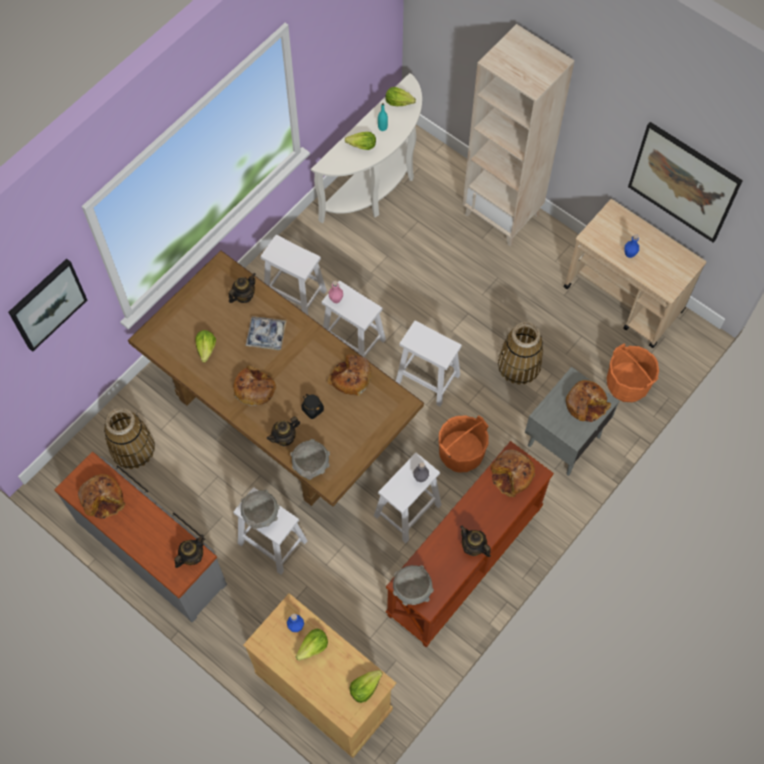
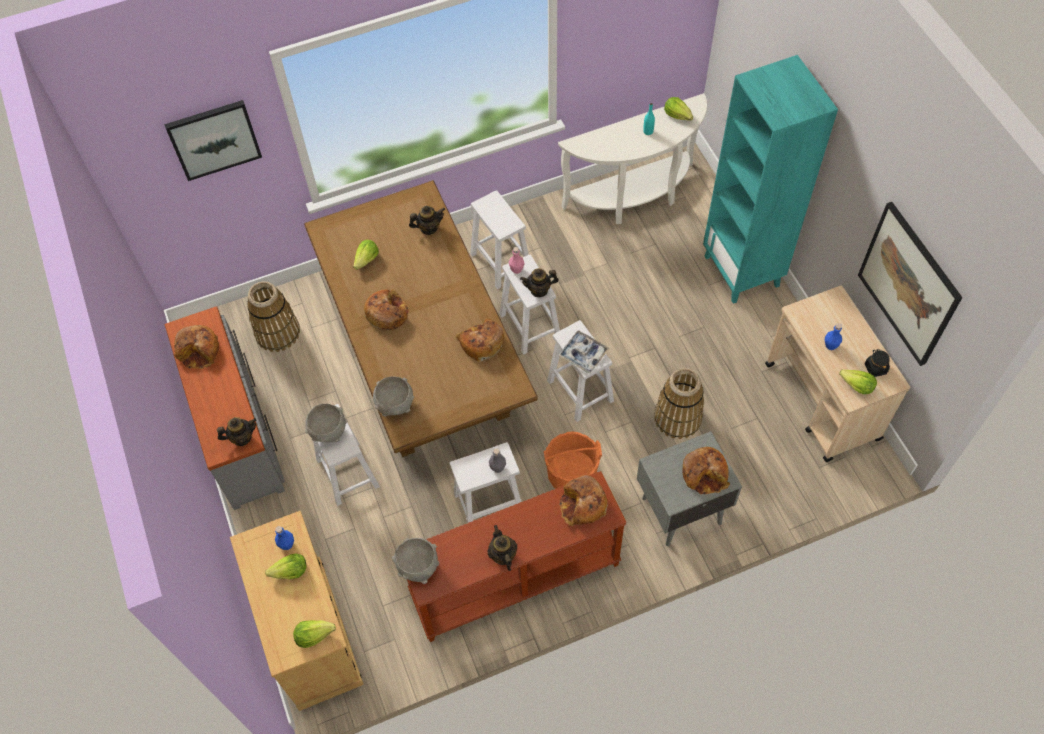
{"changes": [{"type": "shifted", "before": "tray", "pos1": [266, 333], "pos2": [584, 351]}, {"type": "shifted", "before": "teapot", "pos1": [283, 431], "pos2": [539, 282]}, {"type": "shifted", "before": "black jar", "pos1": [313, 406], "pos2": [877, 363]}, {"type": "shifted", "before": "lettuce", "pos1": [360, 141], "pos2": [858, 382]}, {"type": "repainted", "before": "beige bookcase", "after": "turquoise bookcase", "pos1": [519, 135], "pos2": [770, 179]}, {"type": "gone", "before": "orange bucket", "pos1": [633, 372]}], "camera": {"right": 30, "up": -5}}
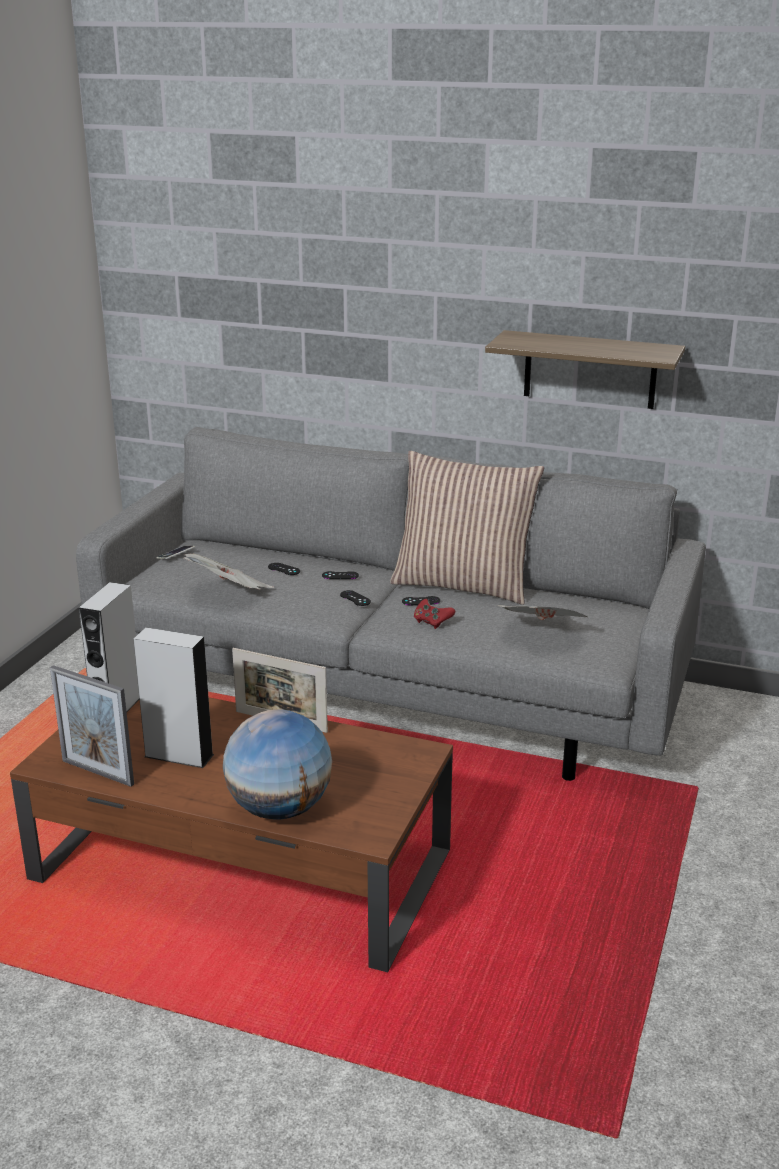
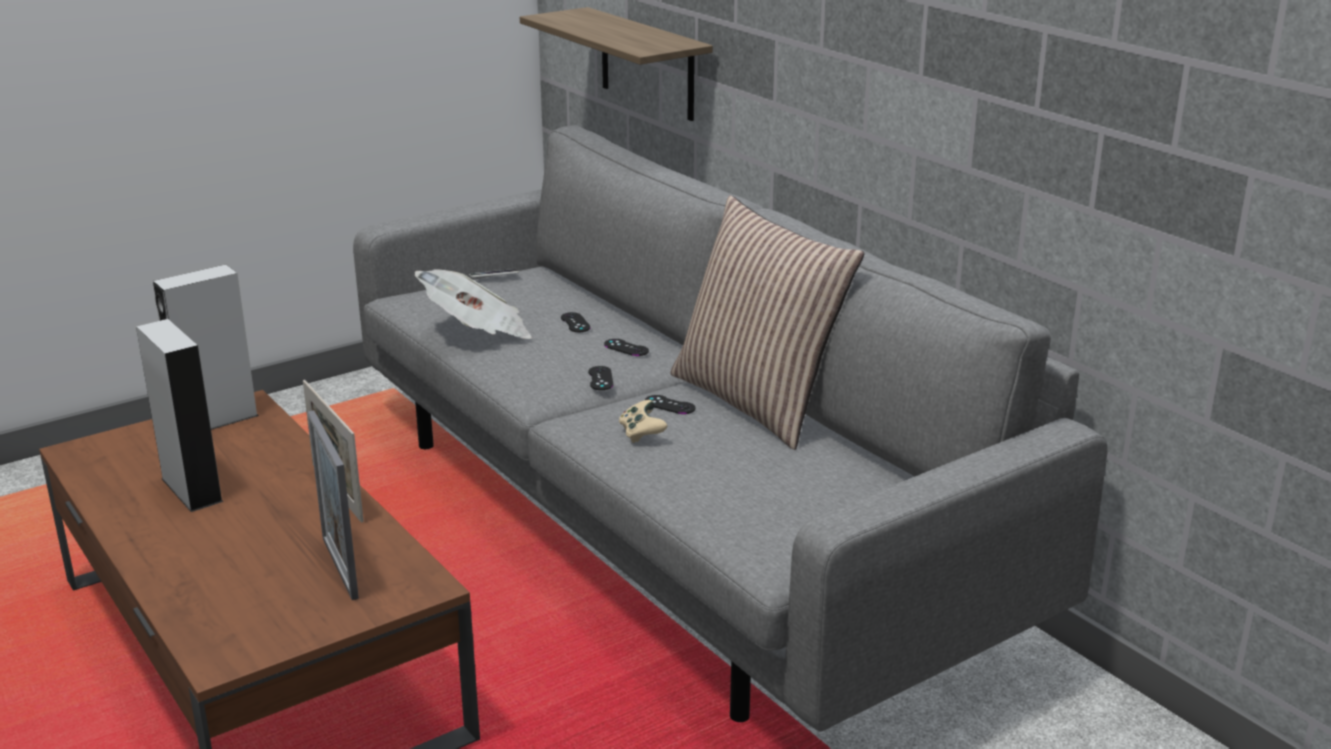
{"changes": [{"type": "shifted", "before": "picture frame", "pos1": [92, 726], "pos2": [333, 505]}, {"type": "gone", "before": "globe", "pos1": [277, 764]}, {"type": "repainted", "before": "red game controller", "after": "beige game controller", "pos1": [434, 614], "pos2": [643, 421]}, {"type": "shifted", "before": "shelf", "pos1": [585, 369], "pos2": [616, 64]}, {"type": "gone", "before": "newspaper", "pos1": [543, 612]}], "camera": {"right": 35, "up": 0}}
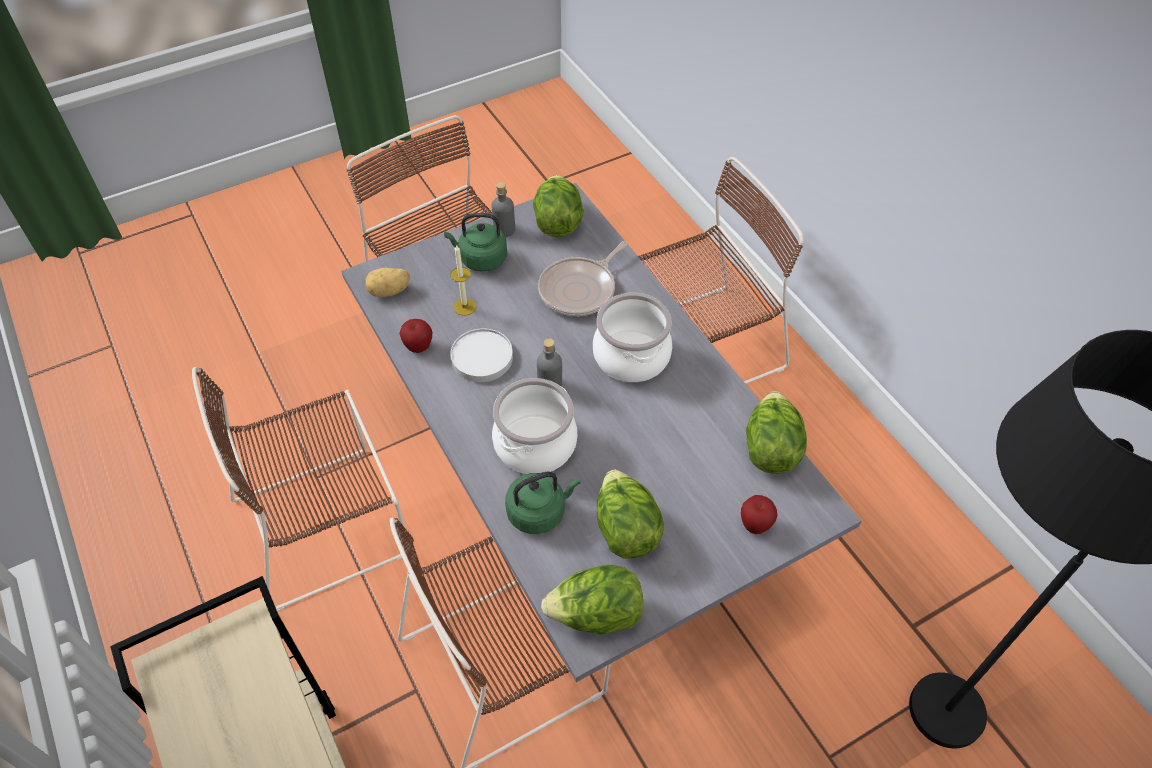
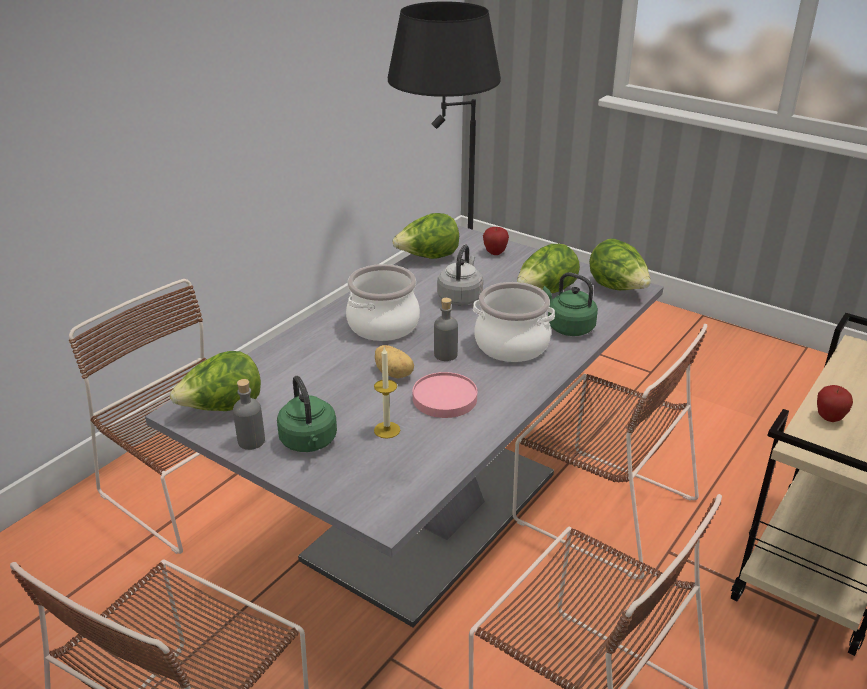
{"changes": [{"type": "shifted", "before": "potato", "pos1": [388, 282], "pos2": [394, 361]}, {"type": "shifted", "before": "apple", "pos1": [415, 336], "pos2": [835, 403]}, {"type": "repainted", "before": "white plate", "after": "pink plate", "pos1": [481, 355], "pos2": [445, 395]}, {"type": "gone", "before": "frying pan", "pos1": [583, 278]}, {"type": "new", "after": "grey kettle", "pos2": [460, 275]}], "camera": {"right": -115, "up": -20}}
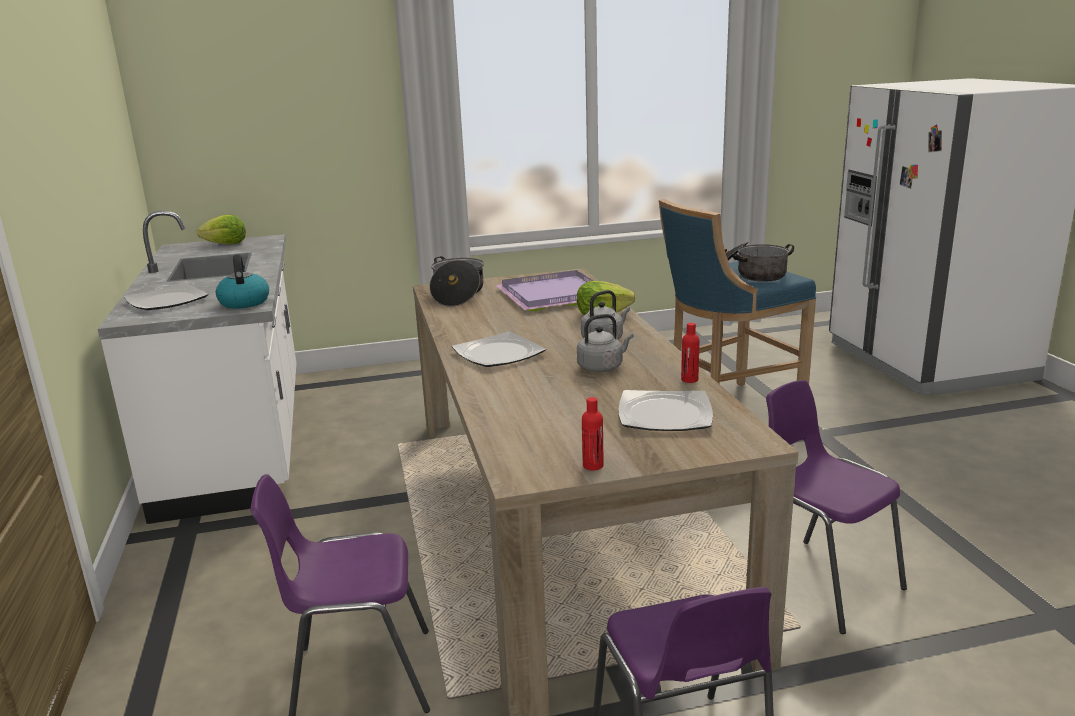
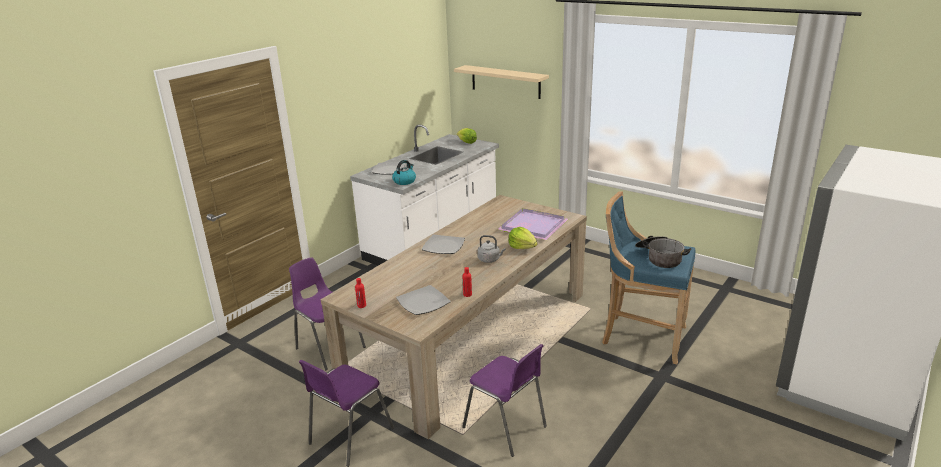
{"changes": [{"type": "gone", "before": "cooking pot", "pos1": [456, 281]}, {"type": "gone", "before": "grey kettle", "pos1": [605, 343]}, {"type": "rotated", "before": "purple chair", "pos1": [826, 507], "pos2": [504, 400], "turn": 120}, {"type": "new", "after": "beige shelf", "pos2": [501, 82]}], "camera": {"right": 50, "up": 5}}
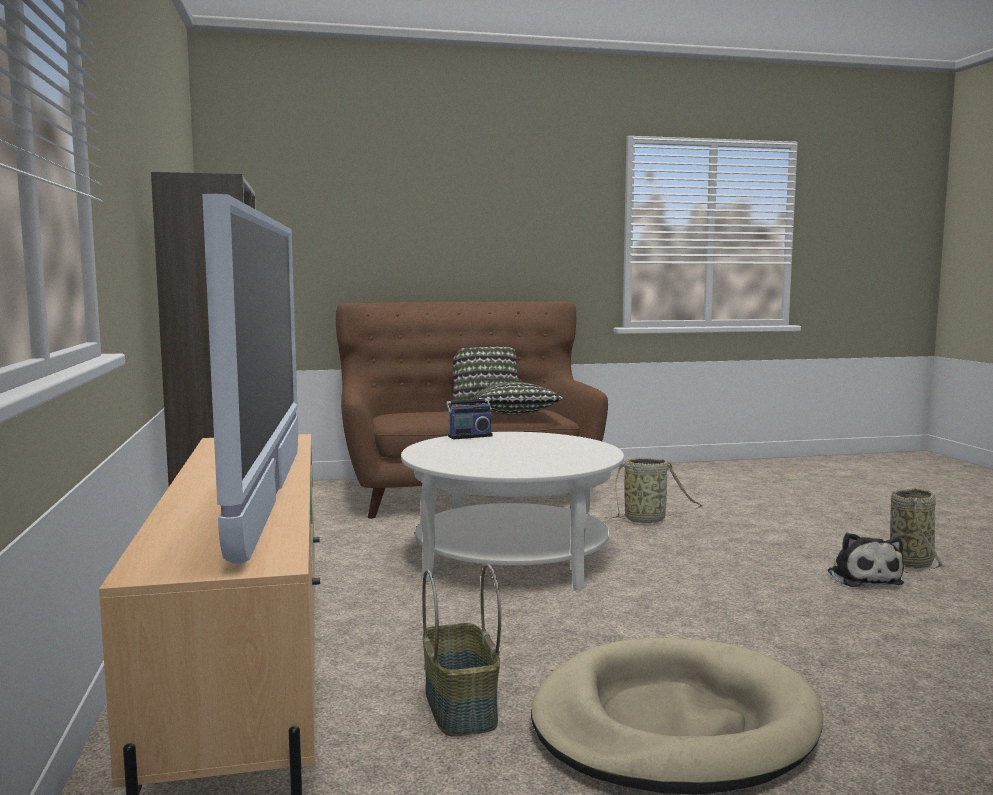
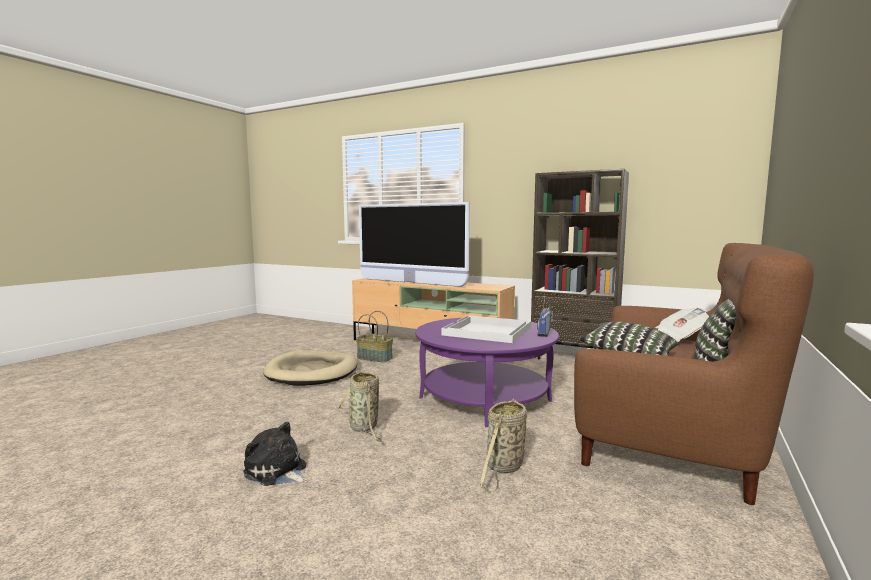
{"changes": [{"type": "repainted", "before": "white coffee table", "after": "purple coffee table", "pos1": [512, 511], "pos2": [487, 372]}, {"type": "shifted", "before": "basket", "pos1": [917, 530], "pos2": [359, 406]}, {"type": "new", "after": "white tray", "pos2": [486, 329]}, {"type": "new", "after": "newspaper", "pos2": [682, 325]}], "camera": {"right": 130, "up": 0}}
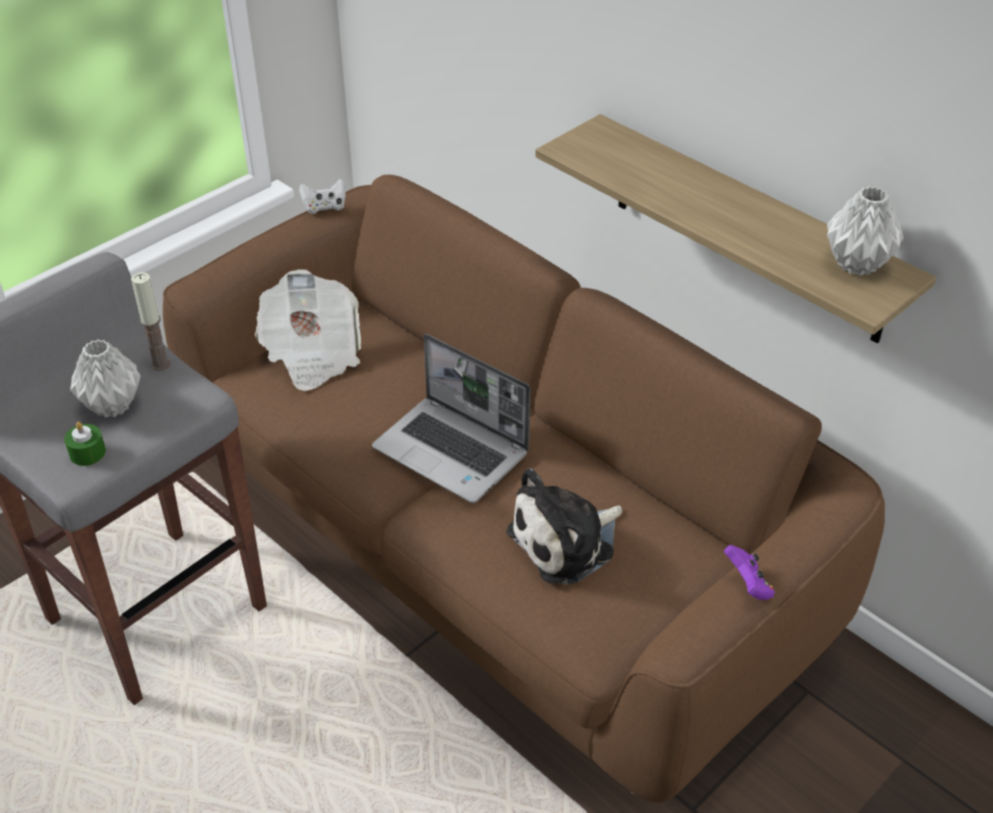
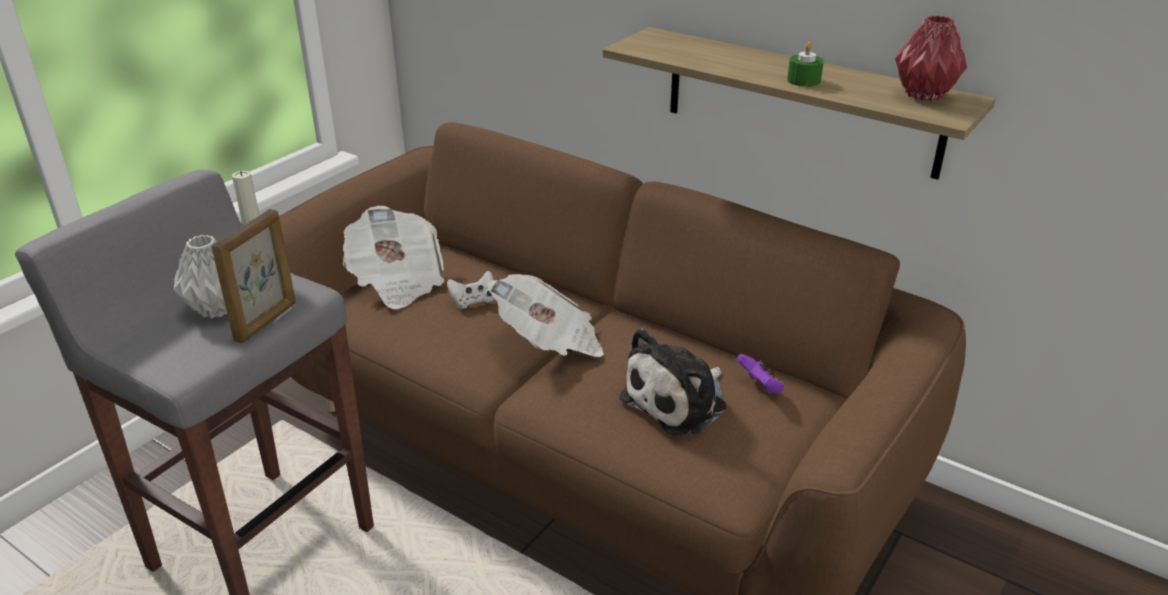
{"changes": [{"type": "shifted", "before": "green candle", "pos1": [85, 444], "pos2": [805, 64]}, {"type": "shifted", "before": "white game controller", "pos1": [322, 196], "pos2": [470, 290]}, {"type": "swapped", "before": "laptop", "after": "newspaper", "pos1": [451, 418], "pos2": [546, 315]}, {"type": "shifted", "before": "purple game controller", "pos1": [749, 572], "pos2": [760, 374]}, {"type": "repainted", "before": "grey vase", "after": "red vase", "pos1": [865, 231], "pos2": [931, 58]}, {"type": "new", "after": "picture frame", "pos2": [254, 276]}], "camera": {"right": -10, "up": -10}}
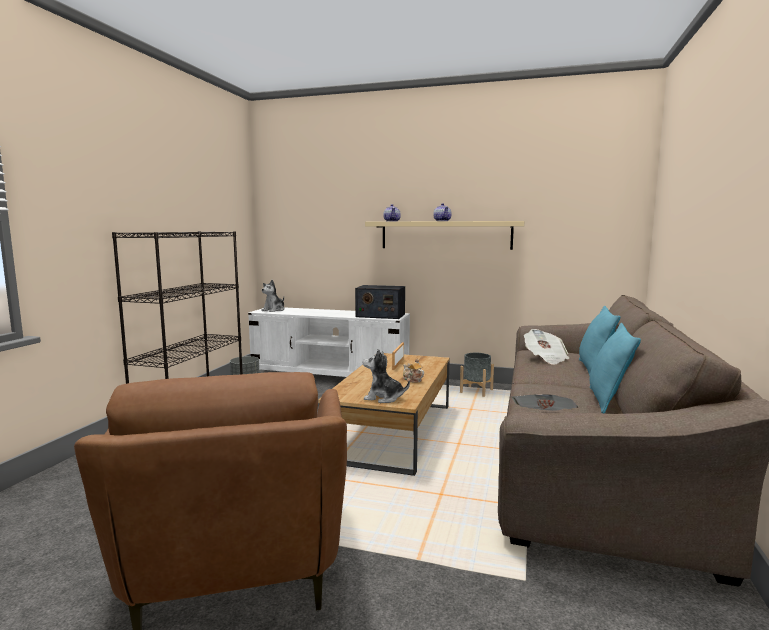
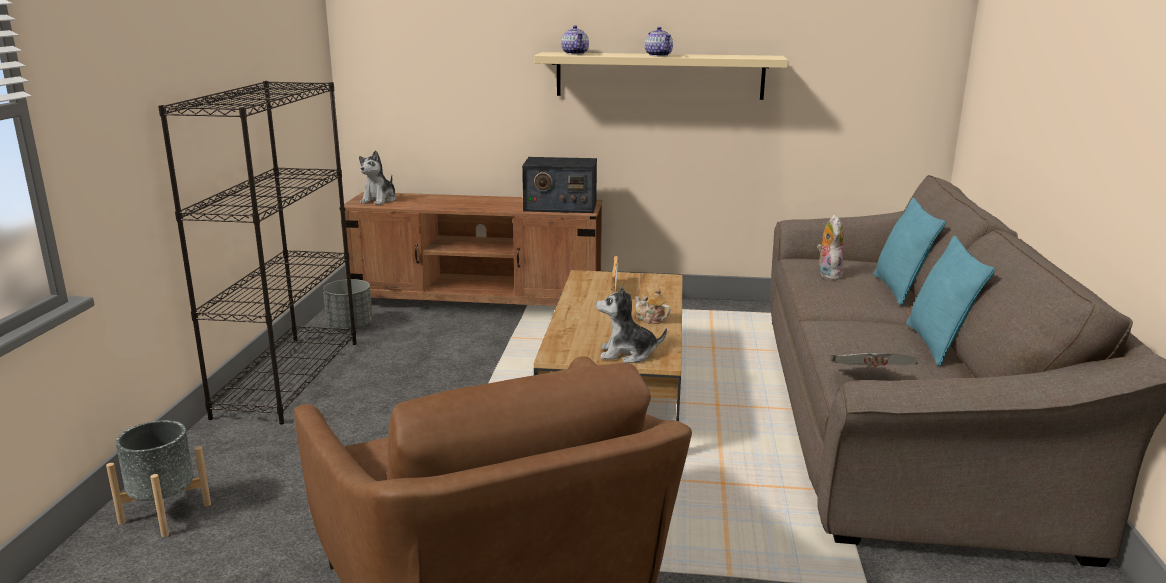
{"changes": [{"type": "repainted", "before": "white tv stand", "after": "brown tv stand", "pos1": [329, 342], "pos2": [470, 249]}, {"type": "shifted", "before": "grey planter", "pos1": [477, 375], "pos2": [158, 478]}, {"type": "swapped", "before": "newspaper", "after": "plush toy", "pos1": [546, 347], "pos2": [830, 247]}], "camera": {"right": -10, "up": 10}}
